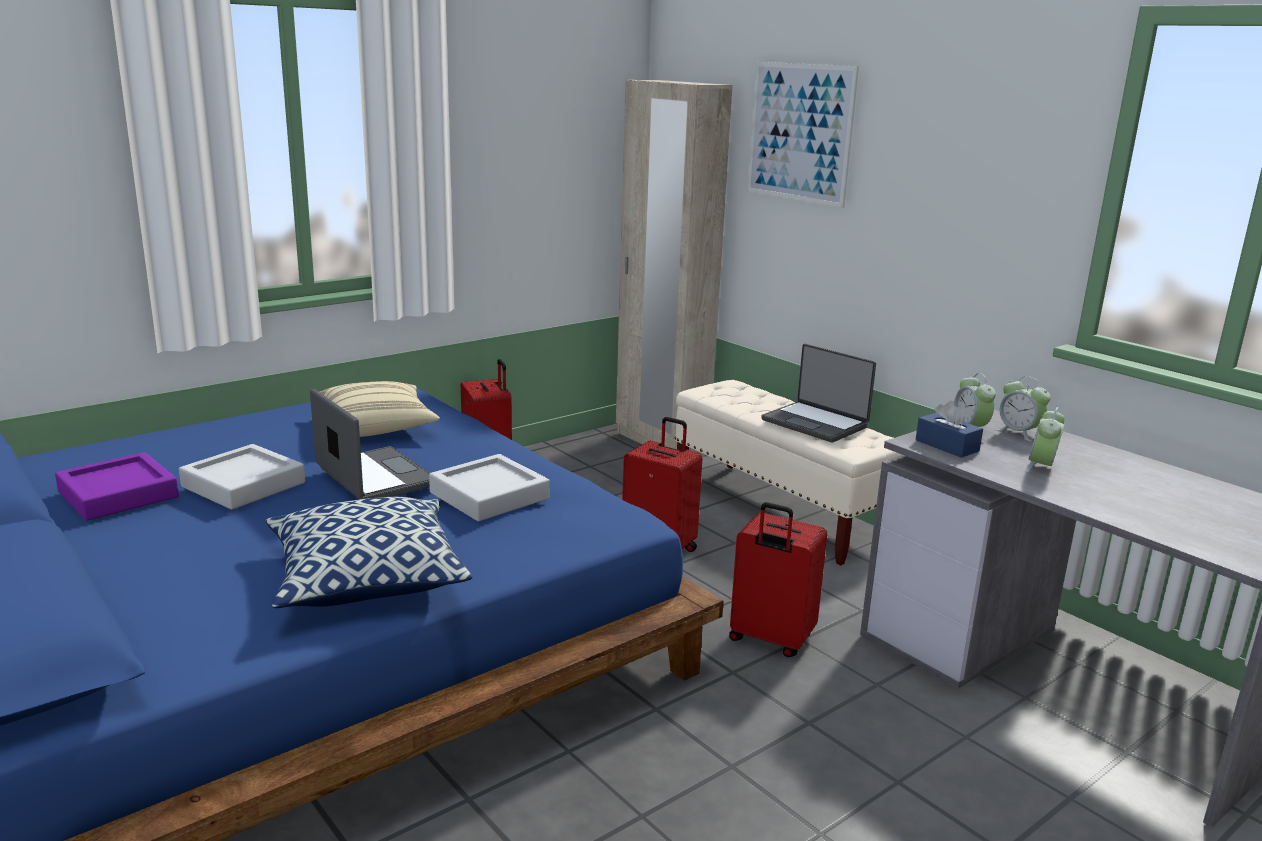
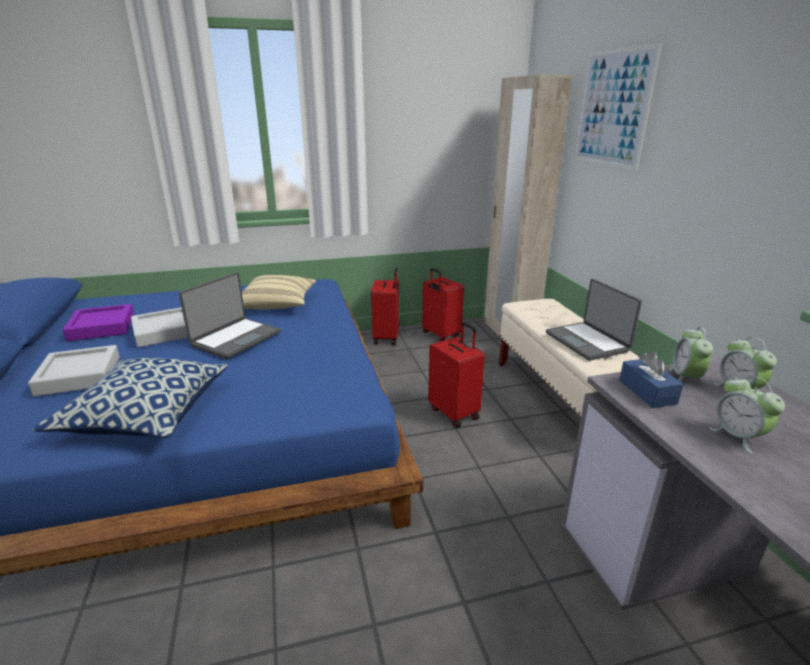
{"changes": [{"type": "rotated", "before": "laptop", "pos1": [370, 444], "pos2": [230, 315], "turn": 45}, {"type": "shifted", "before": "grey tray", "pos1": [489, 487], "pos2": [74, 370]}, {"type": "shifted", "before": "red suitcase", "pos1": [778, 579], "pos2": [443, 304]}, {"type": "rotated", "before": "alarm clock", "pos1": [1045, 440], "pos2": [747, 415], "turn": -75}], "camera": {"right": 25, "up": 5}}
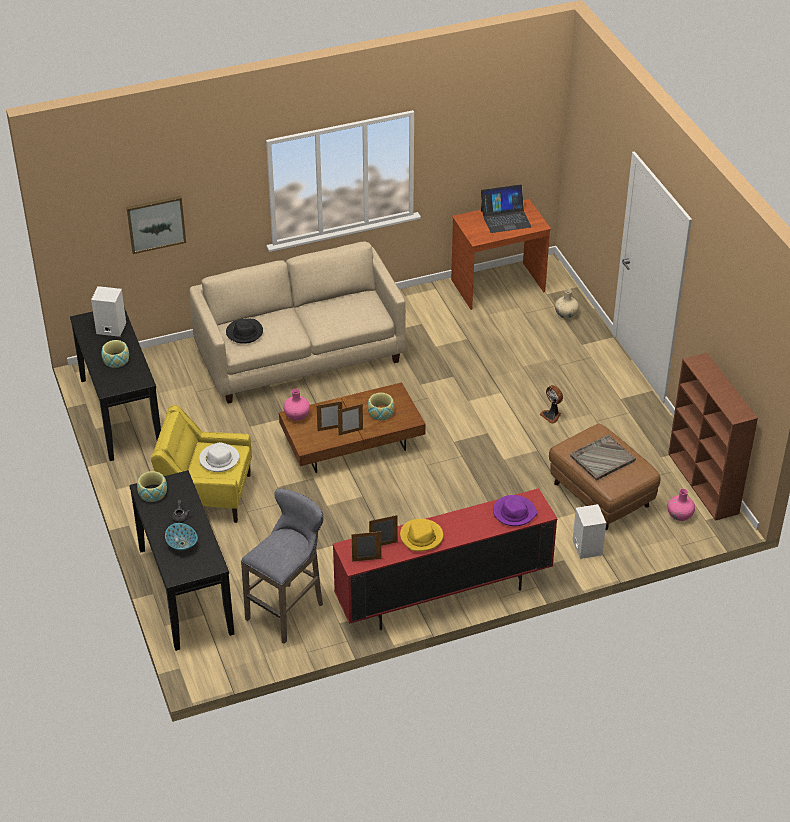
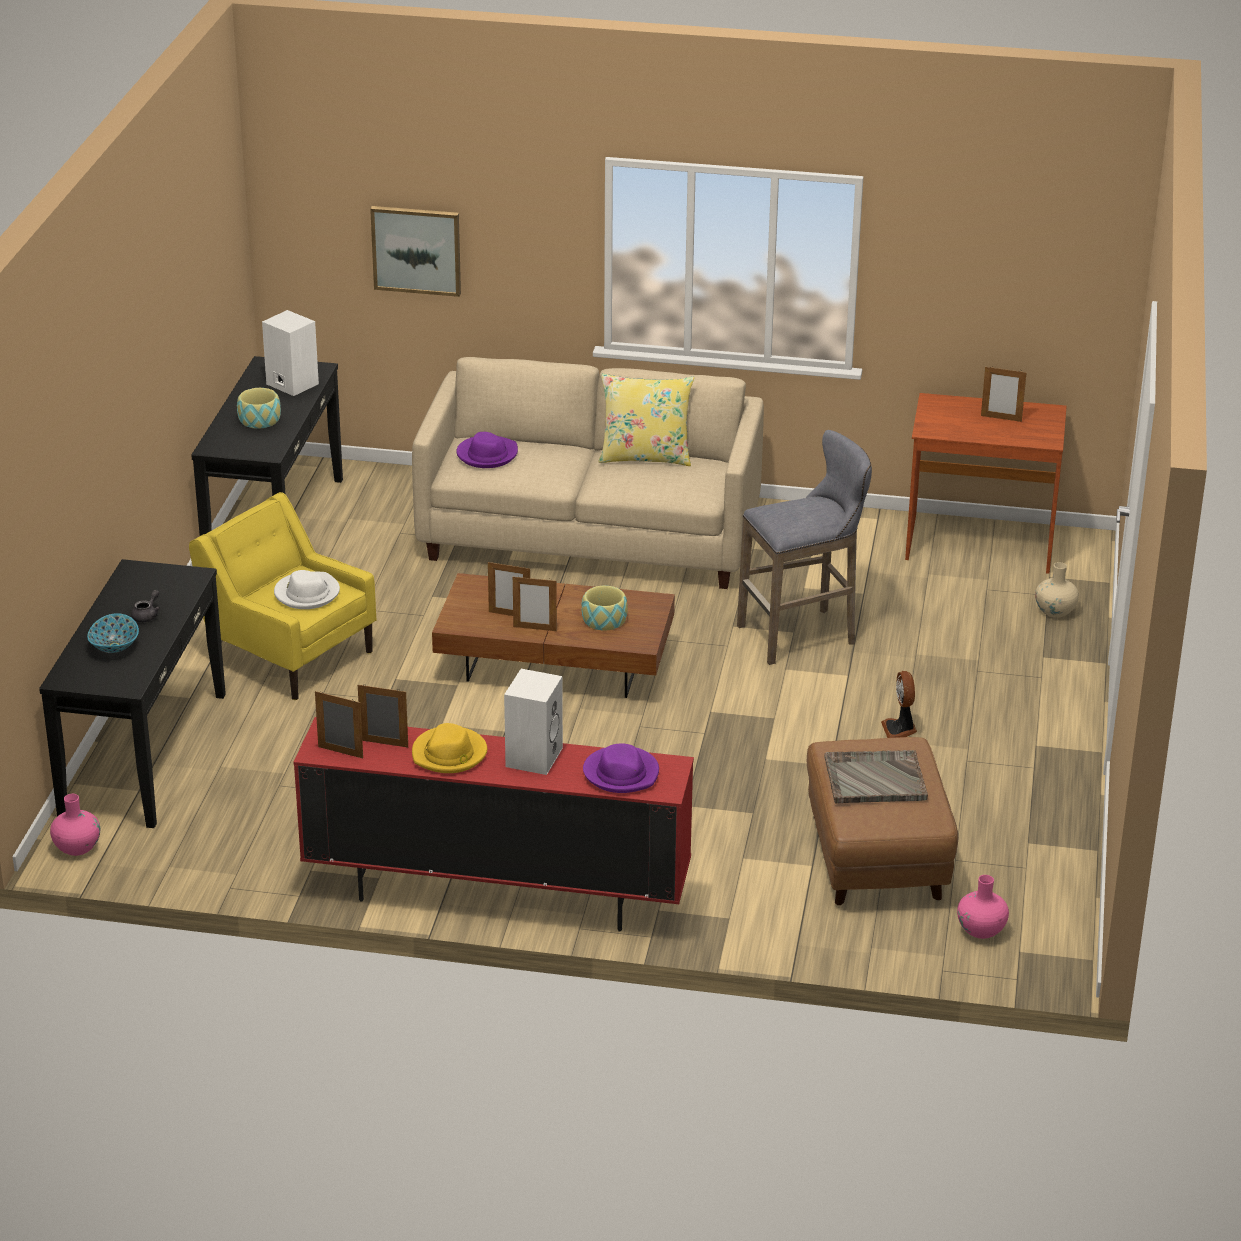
{"changes": [{"type": "gone", "before": "bowl", "pos1": [152, 486]}, {"type": "repainted", "before": "black hat", "after": "purple hat", "pos1": [244, 331], "pos2": [487, 450]}, {"type": "shifted", "before": "grey stool", "pos1": [282, 566], "pos2": [804, 547]}, {"type": "shifted", "before": "pink vase", "pos1": [296, 405], "pos2": [75, 825]}, {"type": "swapped", "before": "laptop", "after": "picture frame", "pos1": [506, 208], "pos2": [1004, 394]}, {"type": "shifted", "before": "white speaker", "pos1": [589, 531], "pos2": [533, 722]}, {"type": "gone", "before": "brown bookcase", "pos1": [713, 437]}, {"type": "new", "after": "yellow pillow", "pos2": [646, 420]}], "camera": {"right": 30, "up": -10}}
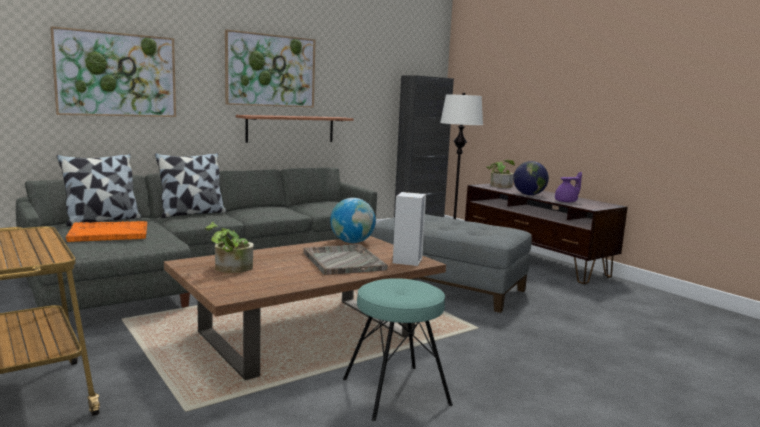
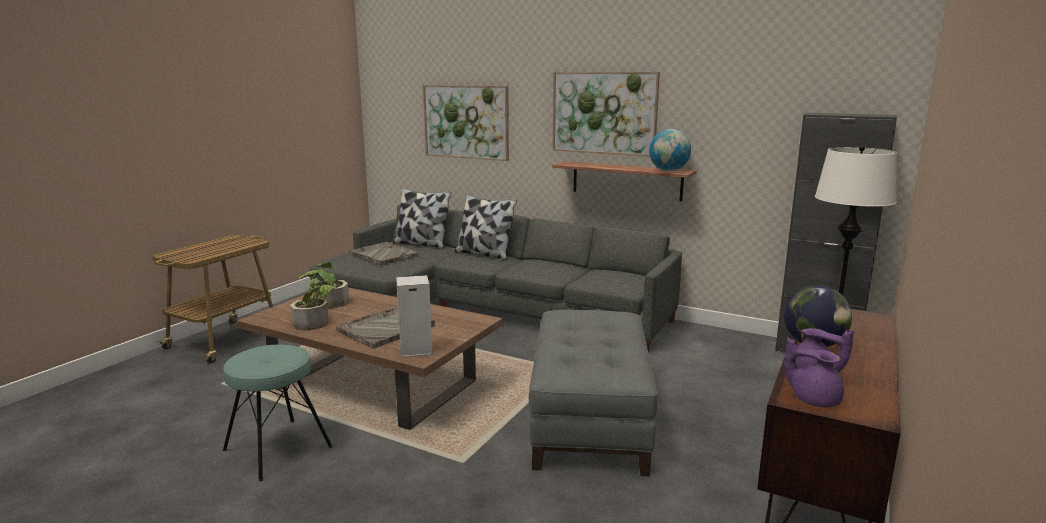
{"changes": [{"type": "repainted", "before": "orange tray", "after": "grey tray", "pos1": [106, 231], "pos2": [384, 253]}, {"type": "shifted", "before": "globe", "pos1": [353, 220], "pos2": [670, 150]}, {"type": "shifted", "before": "potted plant", "pos1": [500, 174], "pos2": [313, 307]}, {"type": "new", "after": "purple teapot", "pos2": [814, 372]}], "camera": {"right": 65, "up": 5}}
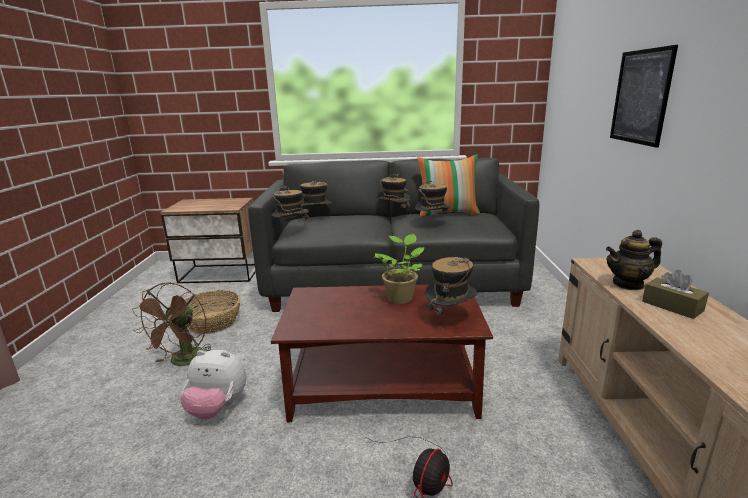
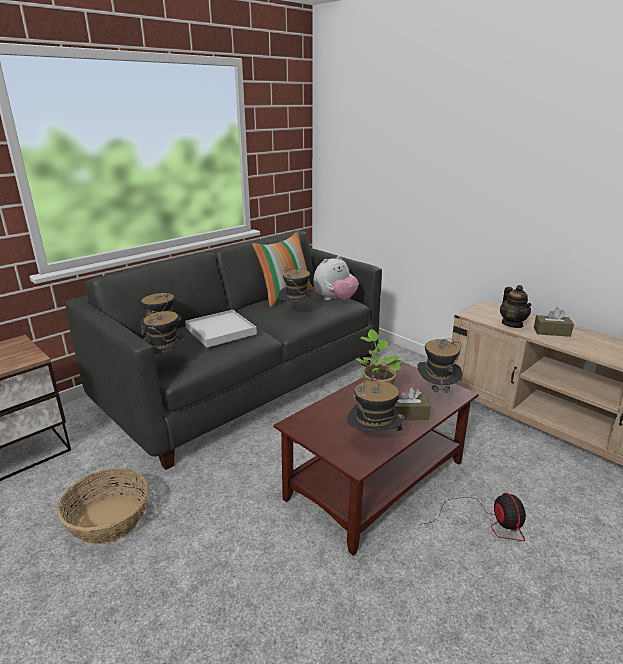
{"changes": [{"type": "gone", "before": "brown fan", "pos1": [171, 324]}, {"type": "shifted", "before": "plush toy", "pos1": [213, 385], "pos2": [336, 278]}, {"type": "shifted", "before": "hat", "pos1": [394, 191], "pos2": [376, 403]}, {"type": "rotated", "before": "teapot", "pos1": [634, 260], "pos2": [515, 306], "turn": -45}, {"type": "gone", "before": "picture", "pos1": [644, 96]}, {"type": "new", "after": "white tray", "pos2": [221, 329]}, {"type": "new", "after": "brown tissue box", "pos2": [412, 403]}], "camera": {"right": -45, "up": 5}}
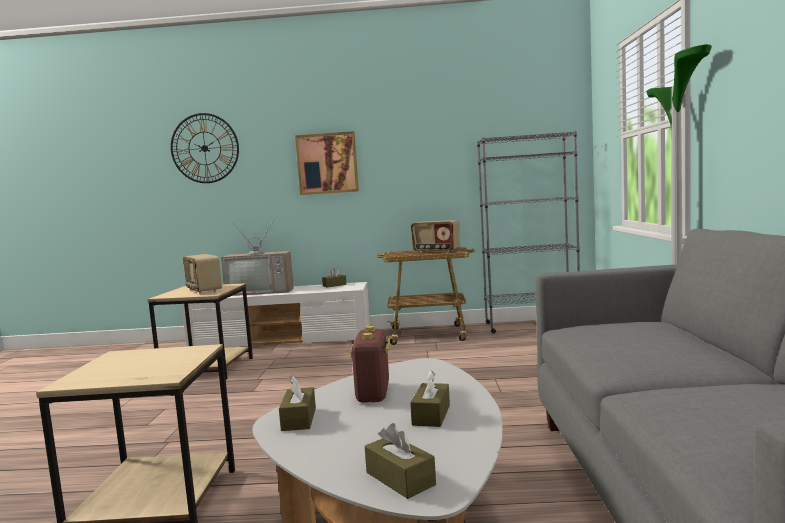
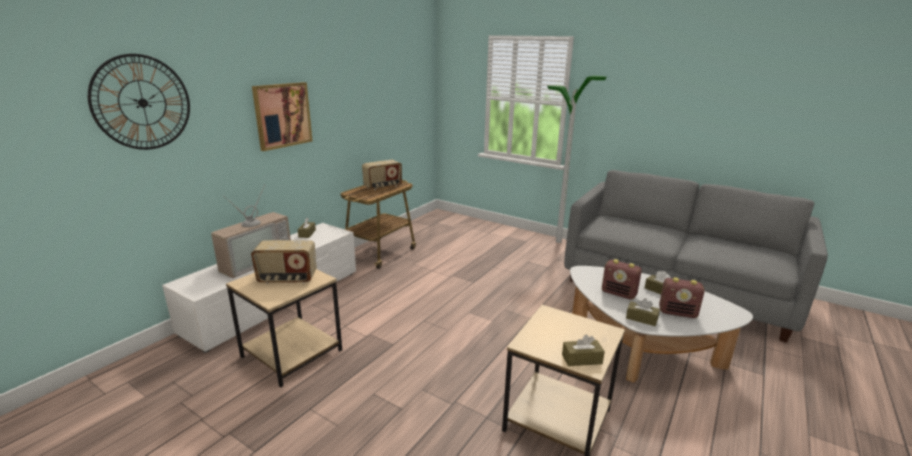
{"changes": [{"type": "shifted", "before": "brown tissue box", "pos1": [400, 461], "pos2": [583, 350]}, {"type": "gone", "before": "grey bookcase", "pos1": [528, 232]}, {"type": "new", "after": "radio", "pos2": [682, 297]}], "camera": {"right": -60, "up": 15}}
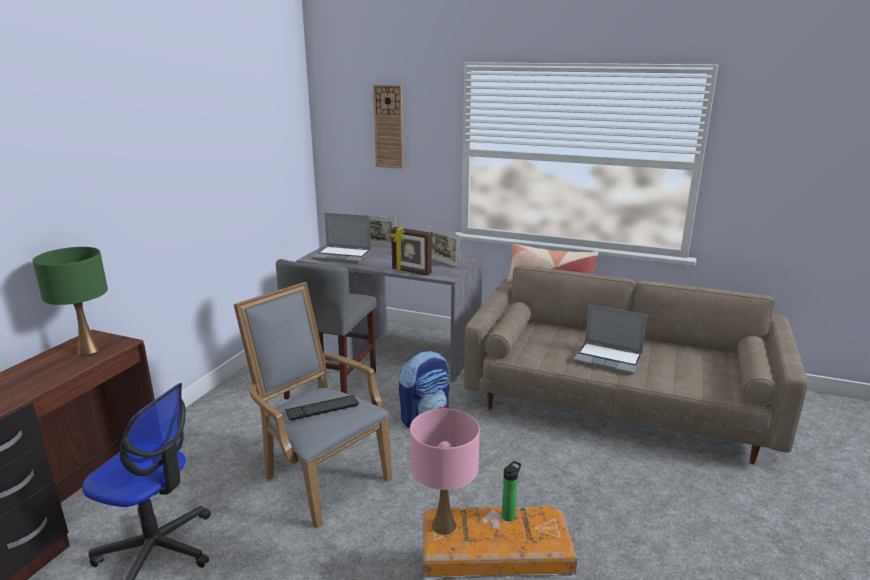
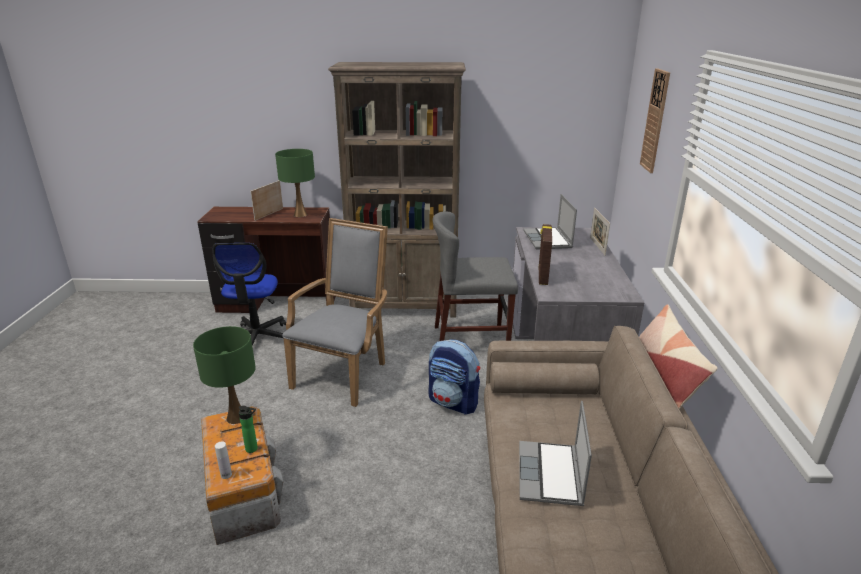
{"changes": [{"type": "gone", "before": "keyboard", "pos1": [322, 408]}, {"type": "repainted", "before": "pink table lamp", "after": "green table lamp", "pos1": [445, 472], "pos2": [224, 375]}, {"type": "shifted", "before": "picture frame", "pos1": [444, 247], "pos2": [266, 200]}, {"type": "new", "after": "white bottle", "pos2": [223, 460]}, {"type": "new", "after": "brown bookcase", "pos2": [397, 189]}], "camera": {"right": 70, "up": 5}}
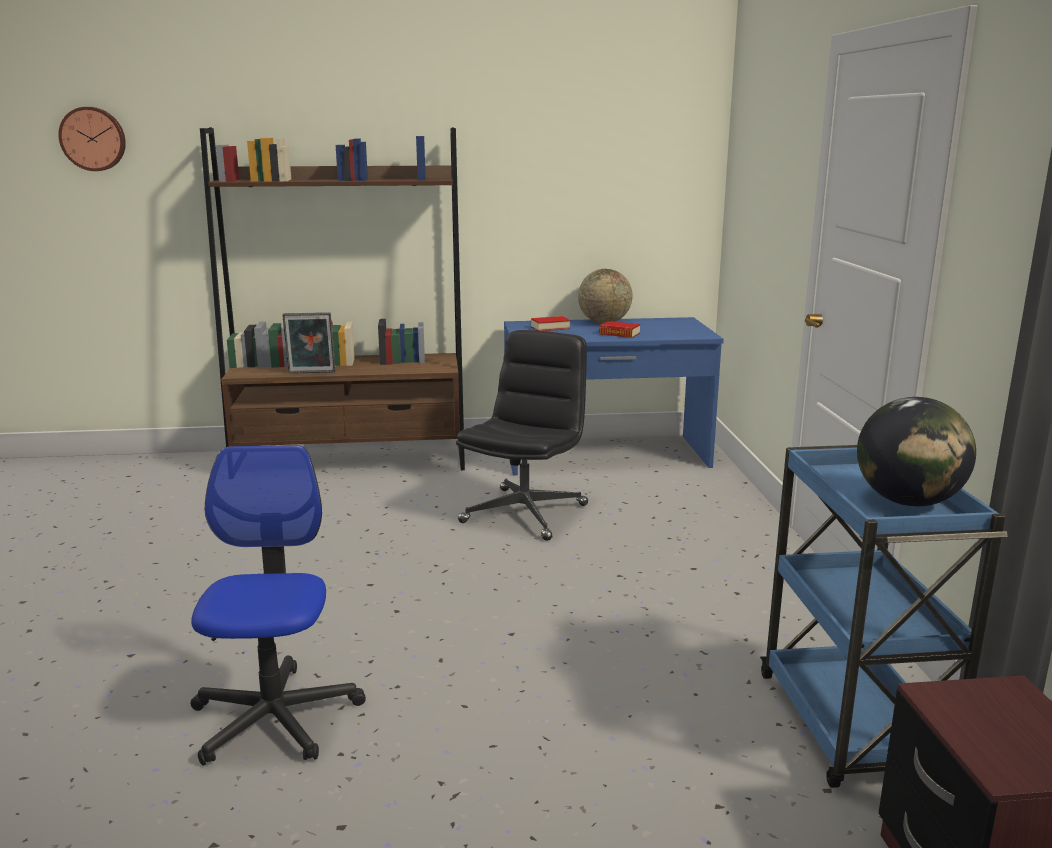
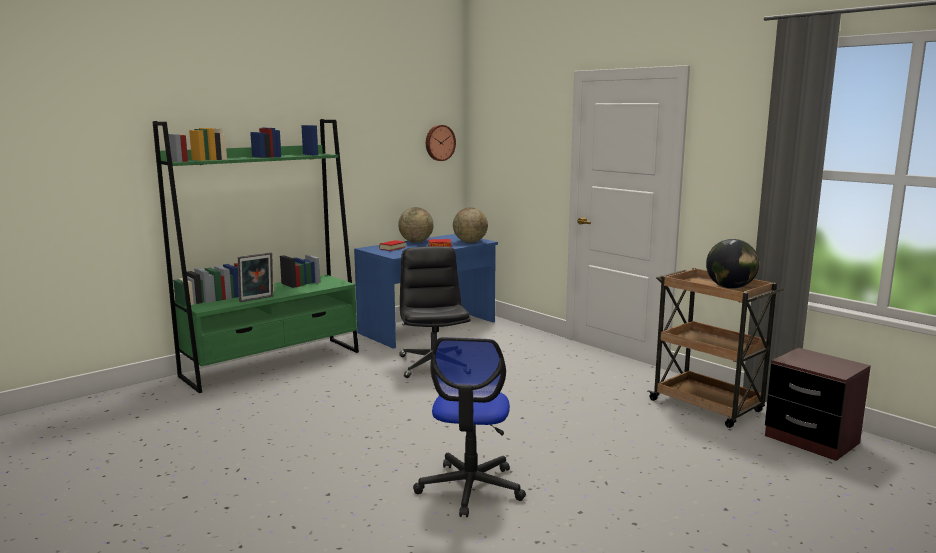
{"changes": [{"type": "shifted", "before": "wall clock", "pos1": [92, 139], "pos2": [441, 143]}, {"type": "rotated", "before": "office chair", "pos1": [278, 605], "pos2": [469, 427], "turn": -135}, {"type": "repainted", "before": "brown bookcase", "after": "green bookcase", "pos1": [332, 298], "pos2": [256, 256]}, {"type": "repainted", "before": "blue cart", "after": "brown cart", "pos1": [884, 616], "pos2": [716, 348]}, {"type": "new", "after": "globe", "pos2": [470, 225]}], "camera": {"right": -35, "up": -5}}
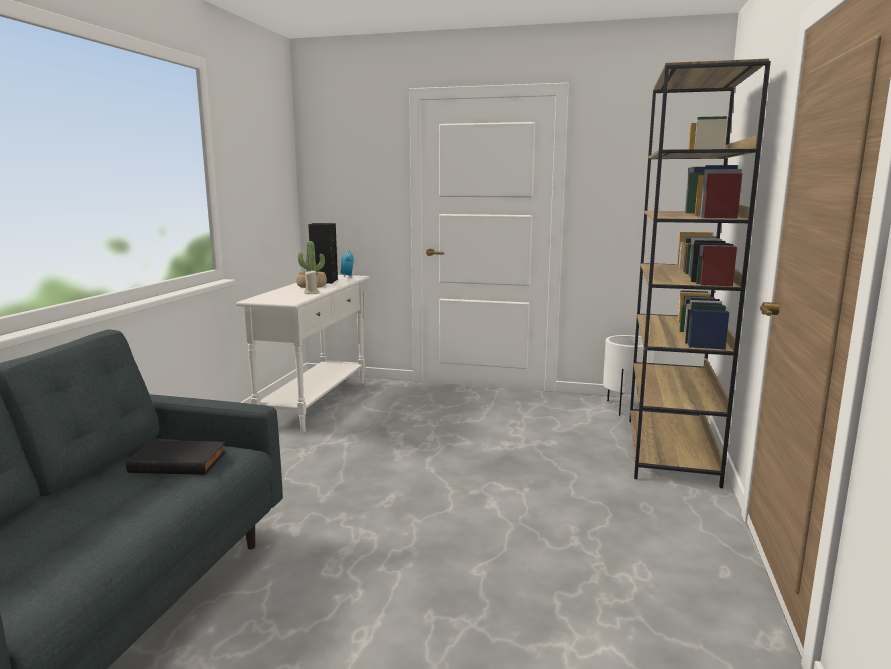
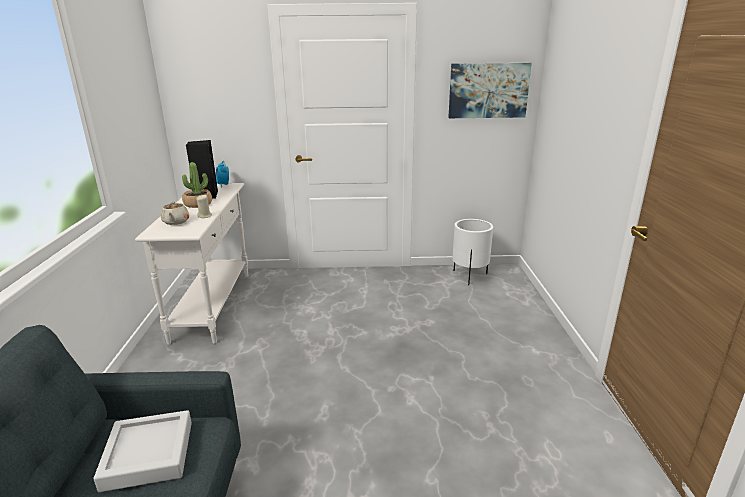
{"changes": [{"type": "swapped", "before": "black book", "after": "grey tray", "pos1": [176, 457], "pos2": [143, 451]}, {"type": "gone", "before": "brown bookcase", "pos1": [700, 273]}, {"type": "new", "after": "beige teapot", "pos2": [175, 213]}, {"type": "new", "after": "picture", "pos2": [490, 90]}], "camera": {"right": -15, "up": 10}}
